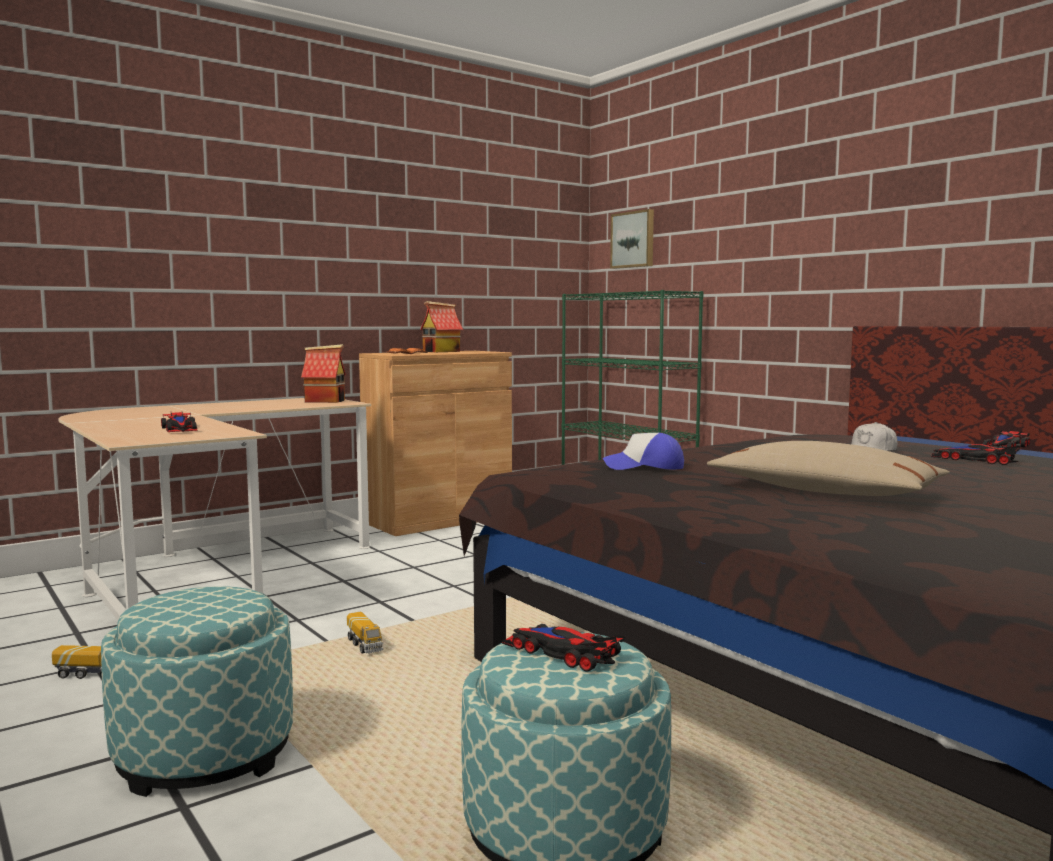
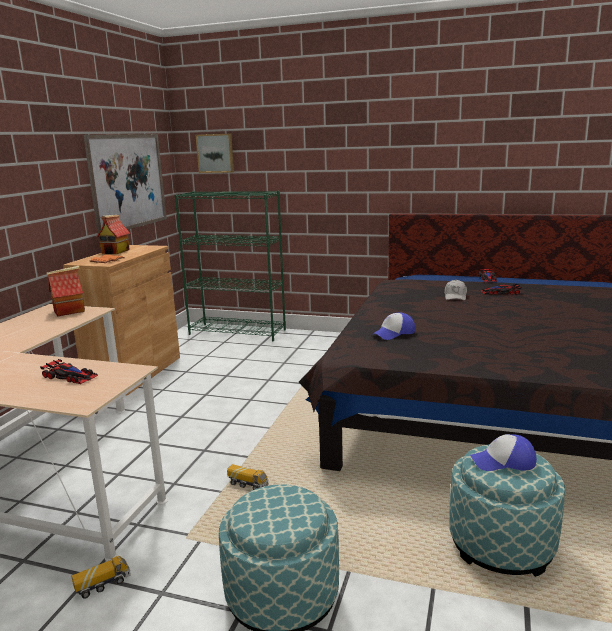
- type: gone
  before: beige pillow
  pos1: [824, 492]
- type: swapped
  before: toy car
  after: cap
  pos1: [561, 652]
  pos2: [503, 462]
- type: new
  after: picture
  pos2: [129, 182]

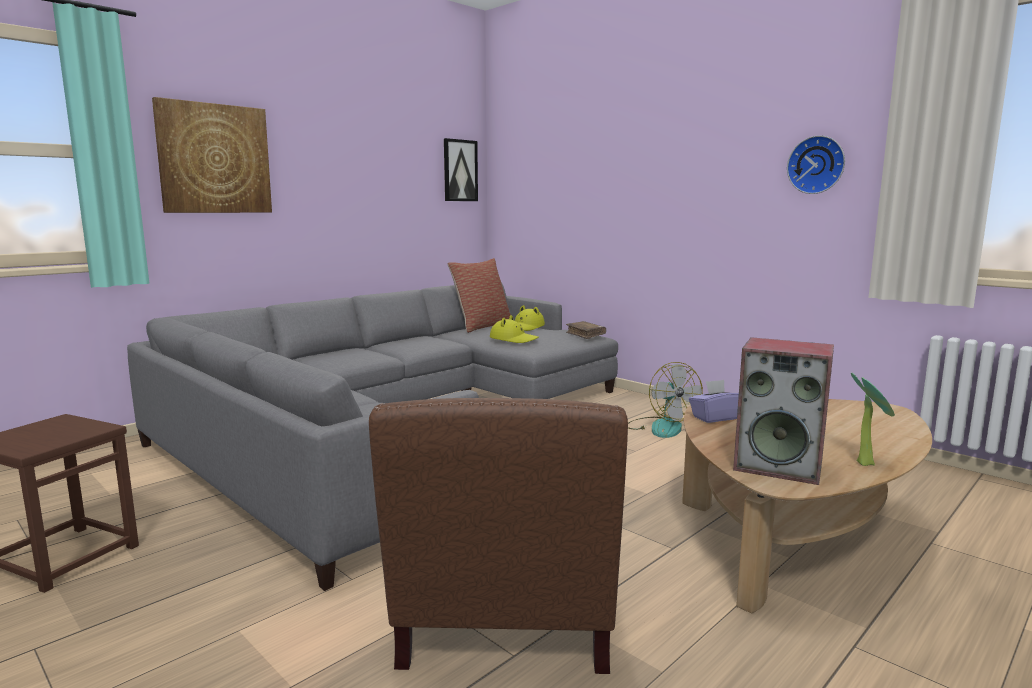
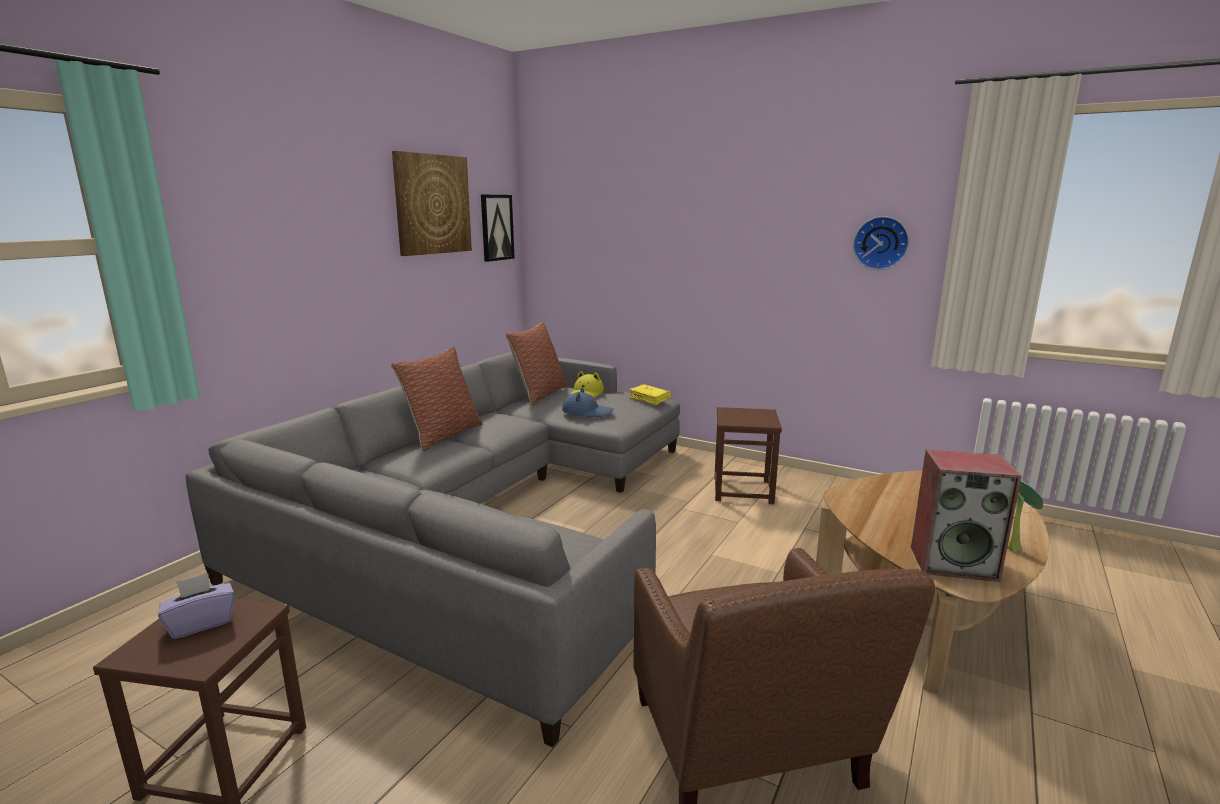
- type: shifted
  before: picture
  pos1: [214, 159]
  pos2: [432, 204]
- type: repainted
  before: yellow hat
  after: blue hat
  pos1: [513, 339]
  pos2: [587, 412]
- type: repainted
  before: brown book
  after: yellow book
  pos1: [585, 335]
  pos2: [649, 399]
- type: swapped
  before: fan
  after: brown stool
  pos1: [660, 427]
  pos2: [743, 490]
- type: shifted
  before: purple tissue box
  pos1: [715, 417]
  pos2: [201, 623]
- type: new
  after: pillow
  pos2: [443, 435]

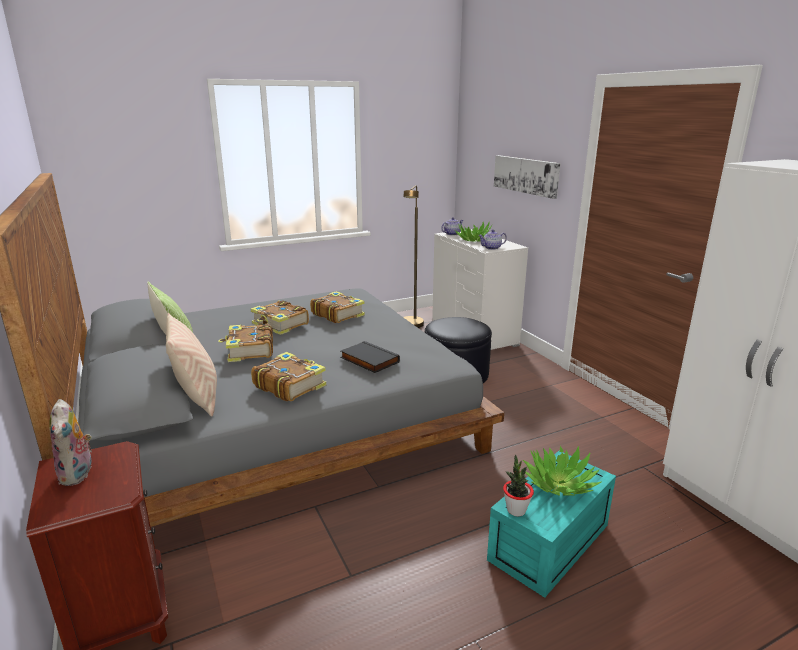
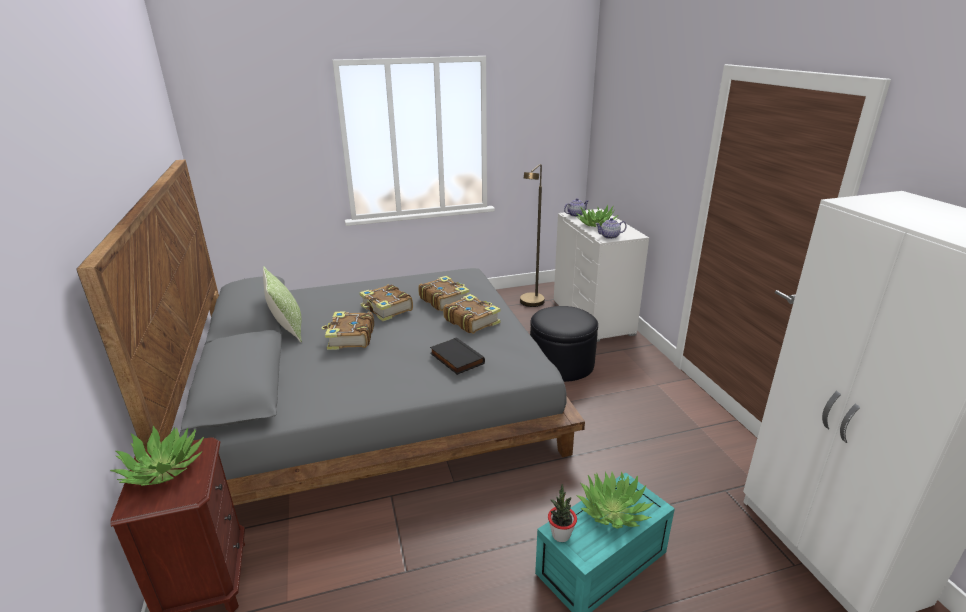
- type: gone
  before: picture
  pos1: [526, 175]
- type: gone
  before: beige pillow
  pos1: [197, 398]
- type: shifted
  before: book
  pos1: [289, 385]
  pos2: [471, 321]
- type: swapped
  before: plush toy
  after: potted plant
  pos1: [78, 474]
  pos2: [163, 468]

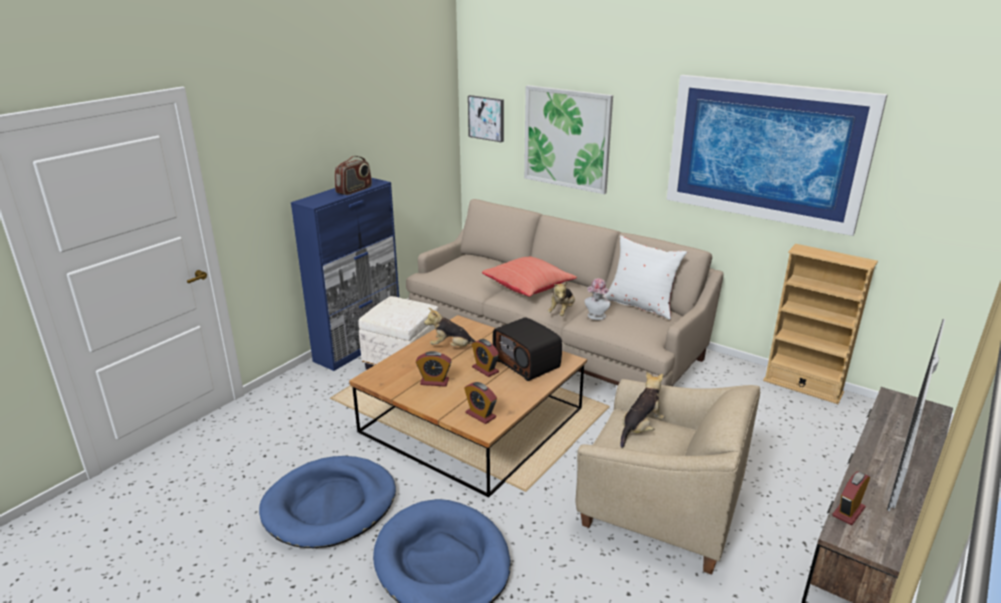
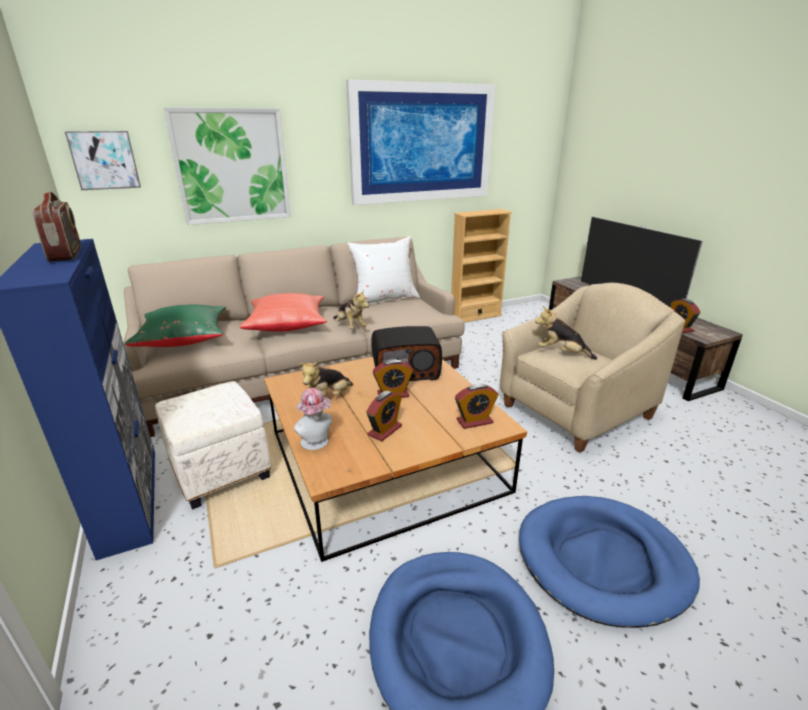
- type: shifted
  before: hat
  pos1: [596, 317]
  pos2: [317, 443]
- type: rotated
  before: plush toy
  pos1: [640, 429]
  pos2: [561, 353]
  turn: -45
- type: new
  after: green pillow
  pos2: [184, 340]

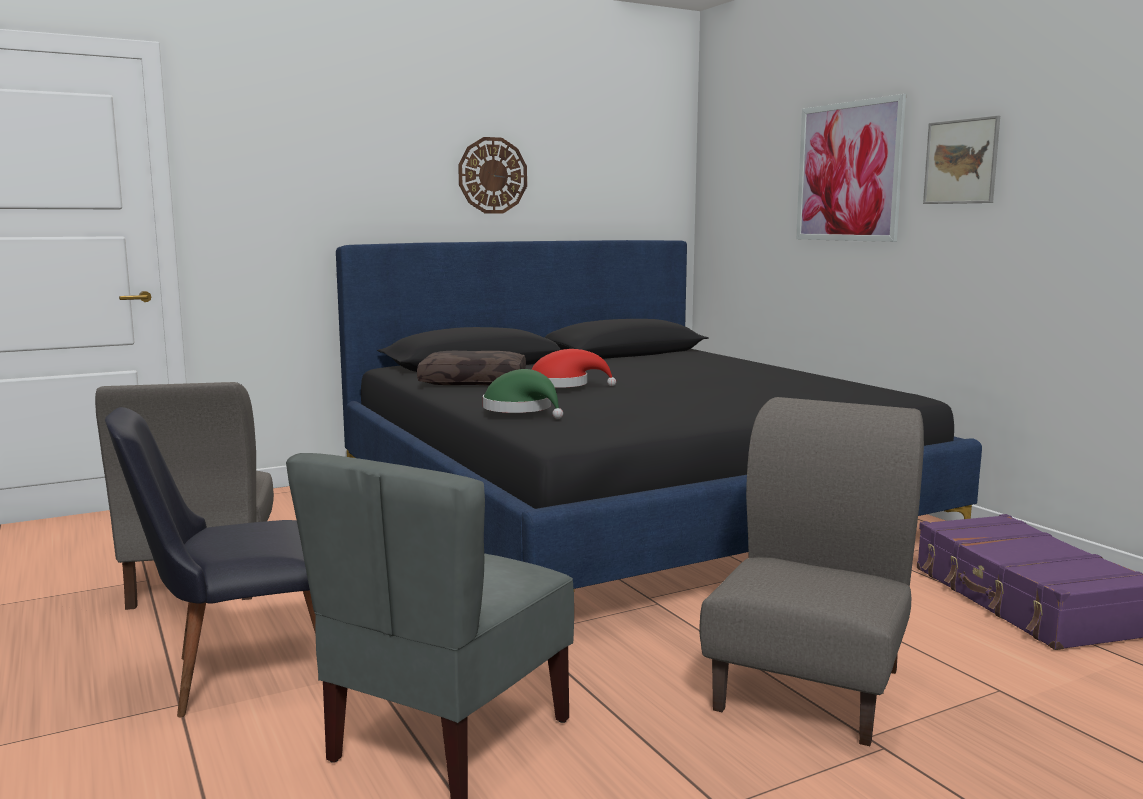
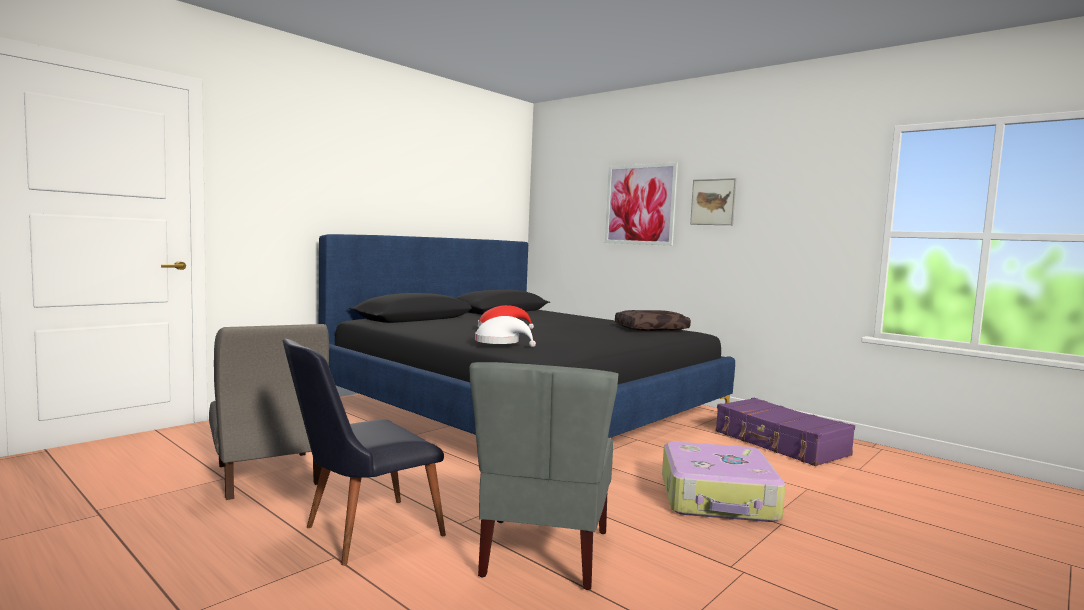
- type: gone
  before: wall clock
  pos1: [492, 175]
- type: shifted
  before: brown pillow
  pos1: [474, 381]
  pos2: [651, 329]
- type: repainted
  before: green hat
  after: white hat
  pos1: [521, 410]
  pos2: [501, 342]
- type: swapped
  before: grey chair
  after: suitcase
  pos1: [810, 688]
  pos2: [718, 498]

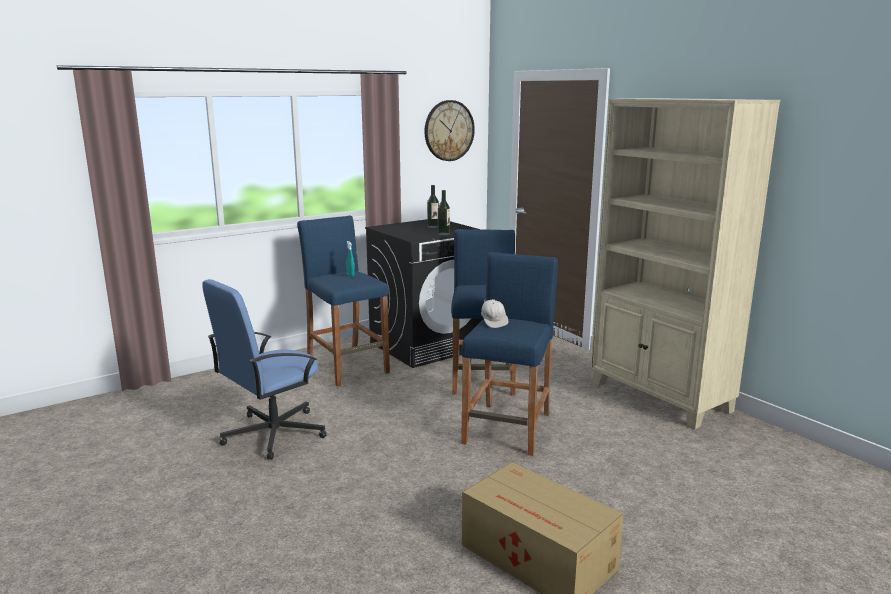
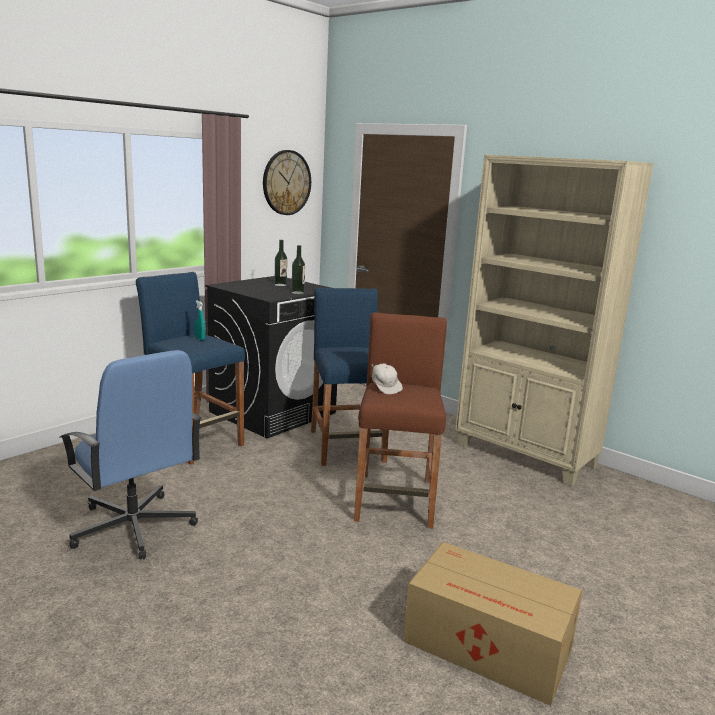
- type: repainted
  before: blue stool
  after: brown stool
  pos1: [508, 428]
  pos2: [395, 499]
- type: rotated
  before: blue office chair
  pos1: [272, 433]
  pos2: [133, 527]
  turn: -75

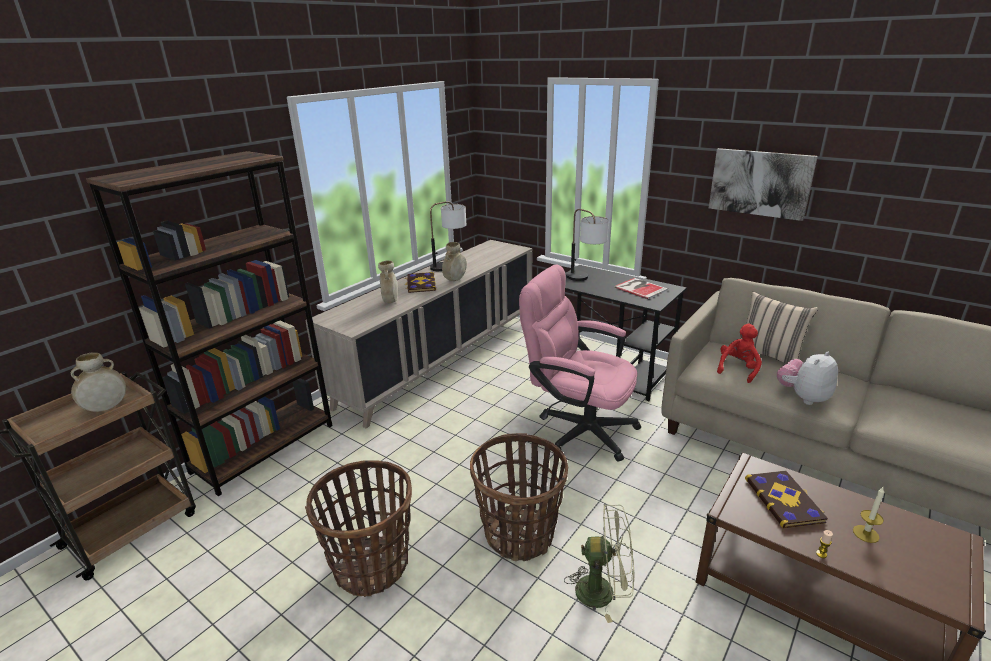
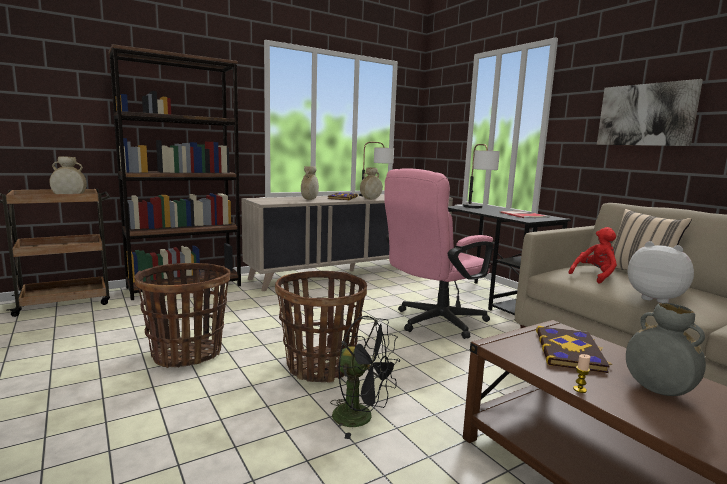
- type: rotated
  before: pink office chair
  pos1: [578, 428]
  pos2: [433, 323]
  turn: -90
- type: rotated
  before: plush toy
  pos1: [803, 397]
  pos2: [656, 298]
  turn: 60
- type: swapped
  before: candle
  after: grey vase
  pos1: [866, 534]
  pos2: [657, 391]
- type: repainted
  before: green fan
  after: black fan
  pos1: [603, 591]
  pos2: [361, 418]

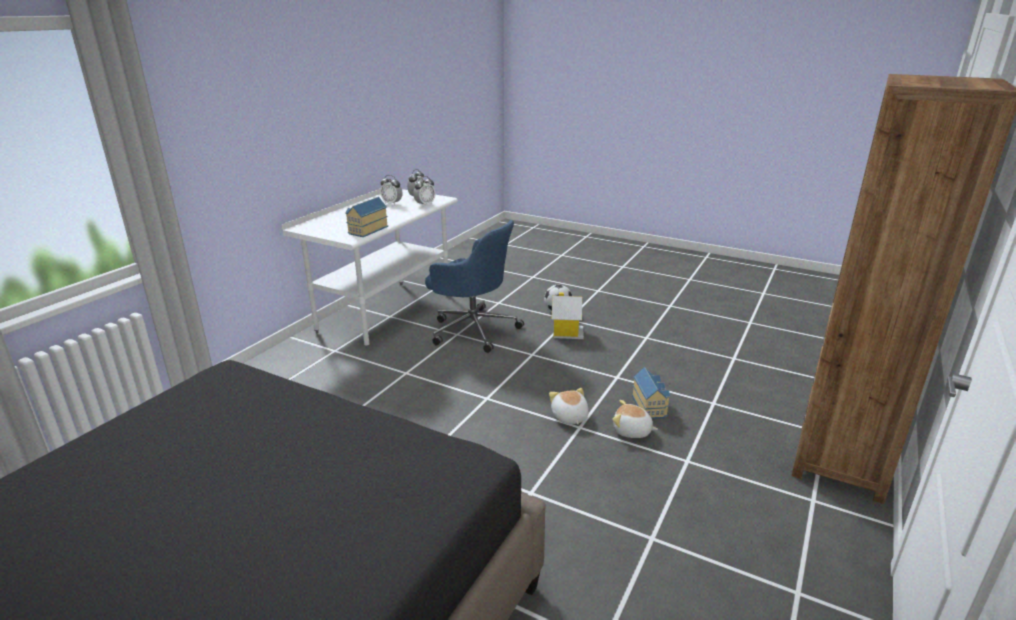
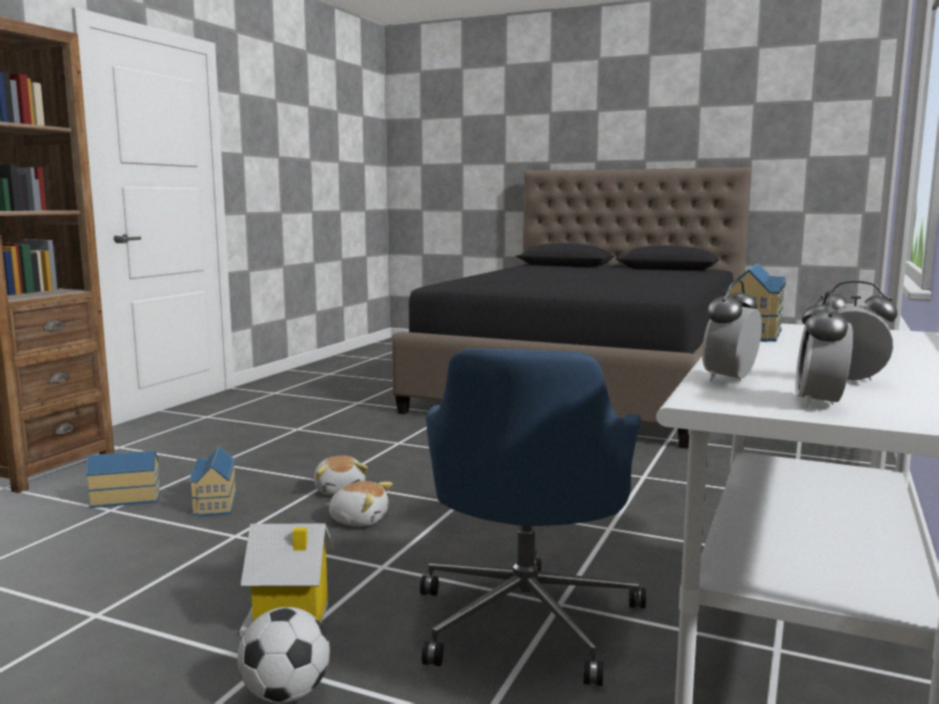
- type: rotated
  before: blue office chair
  pos1: [473, 329]
  pos2: [527, 618]
  turn: -105
- type: shifted
  before: plush toy
  pos1: [632, 431]
  pos2: [359, 520]
- type: new
  after: toy house
  pos2: [125, 498]

